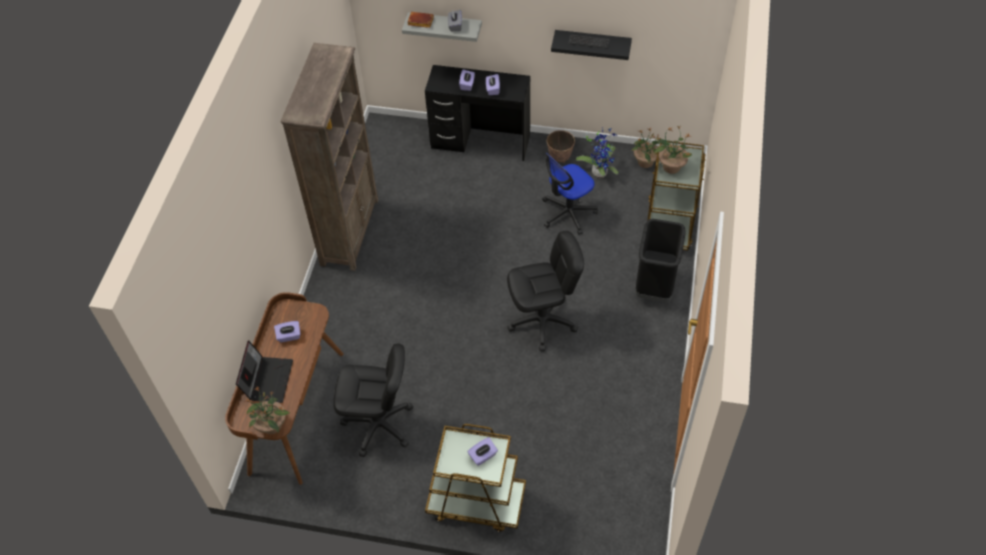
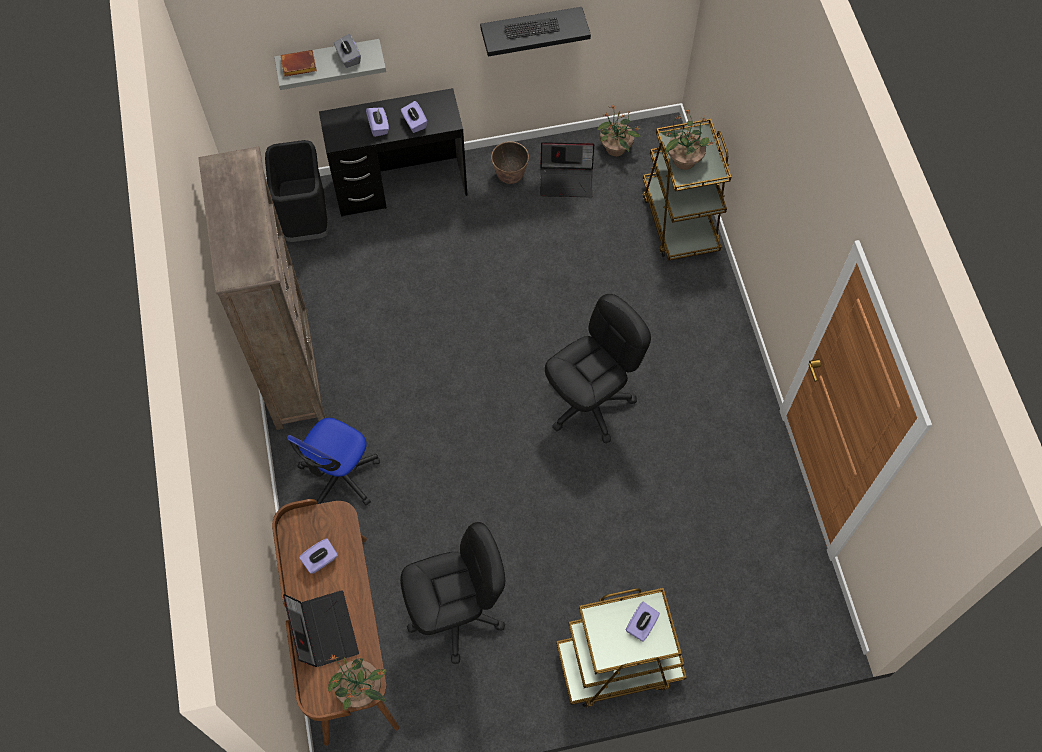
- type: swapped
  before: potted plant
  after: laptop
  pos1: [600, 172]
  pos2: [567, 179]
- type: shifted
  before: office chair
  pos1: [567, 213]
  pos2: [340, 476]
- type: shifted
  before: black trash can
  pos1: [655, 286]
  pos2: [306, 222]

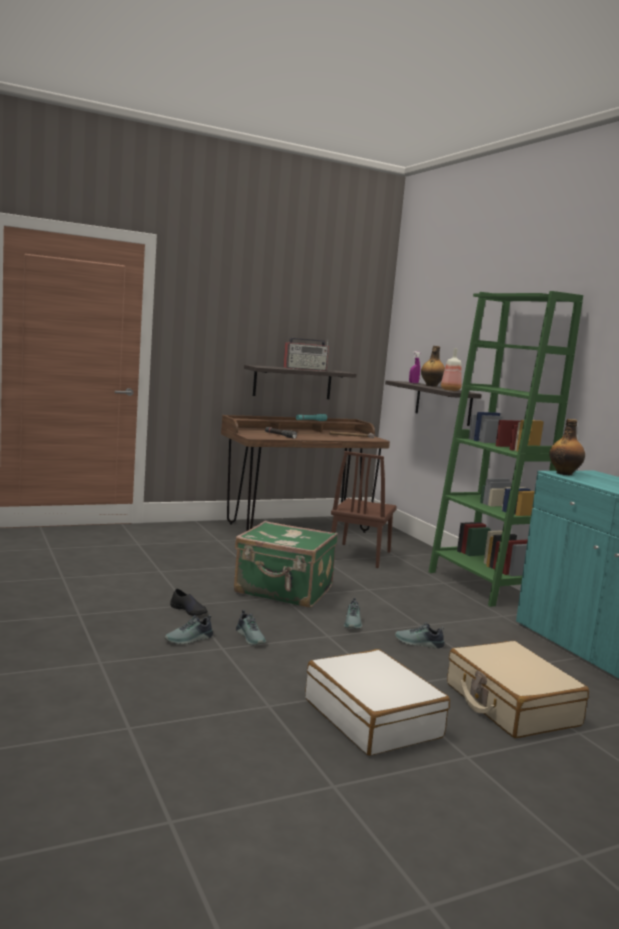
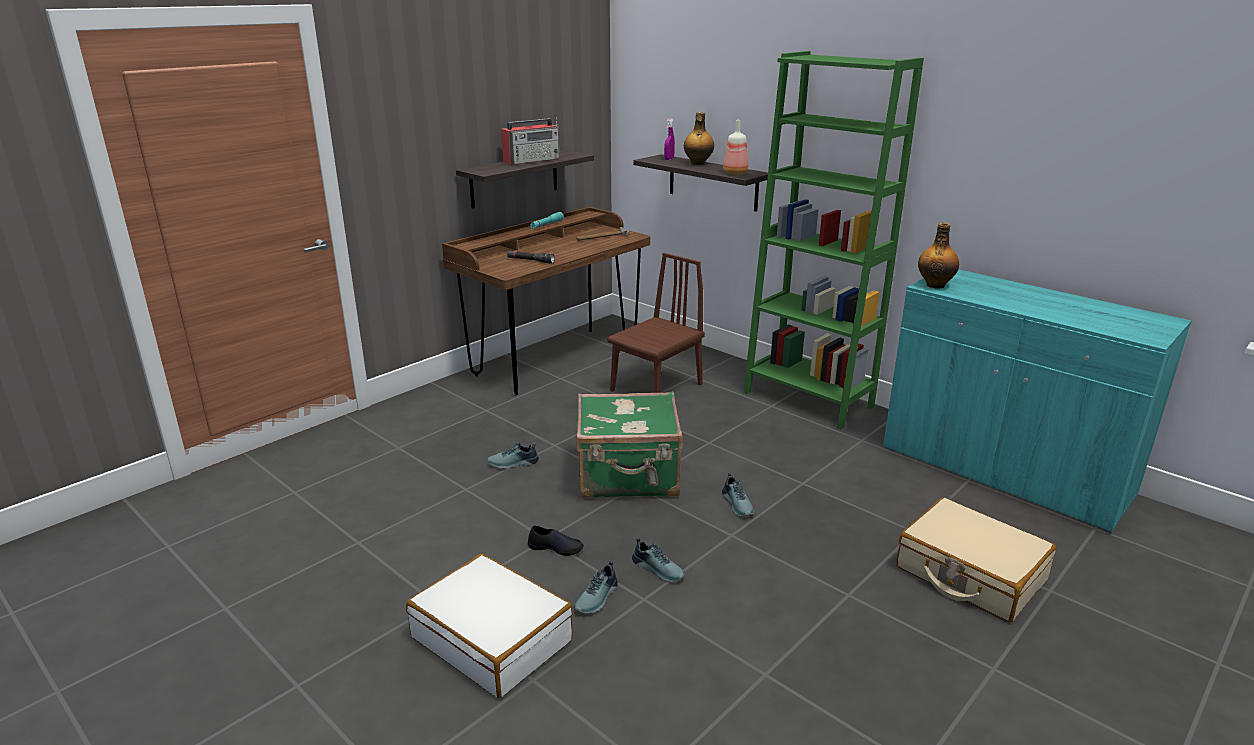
- type: rotated
  before: brown chair
  pos1: [359, 555]
  pos2: [656, 387]
  turn: -135
- type: shifted
  before: shoe
  pos1: [419, 643]
  pos2: [513, 464]
- type: shifted
  before: white suitcase
  pos1: [373, 718]
  pos2: [492, 639]

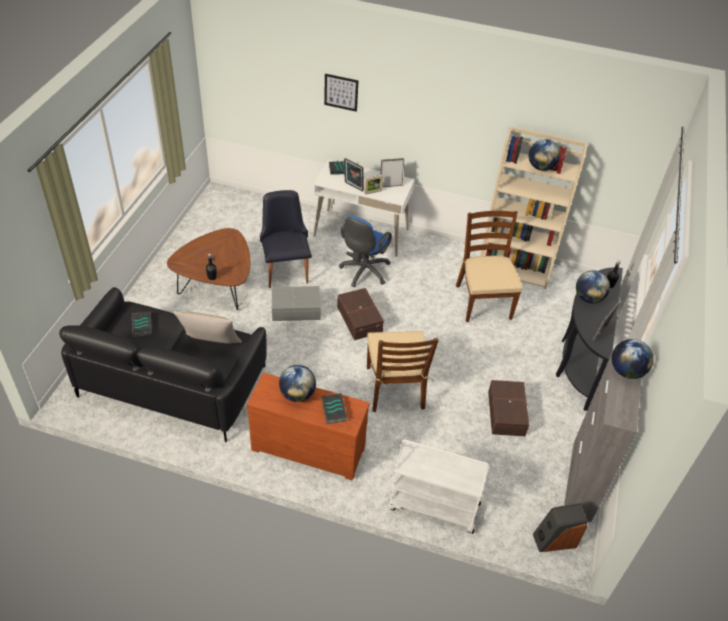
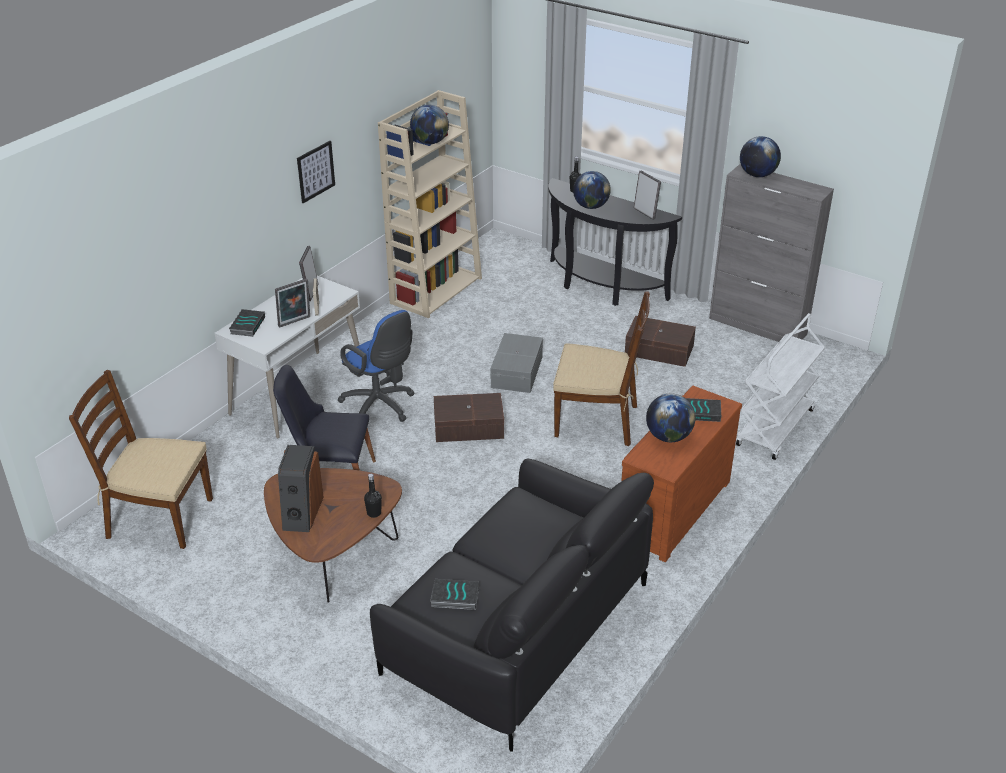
- type: shifted
  before: picture
  pos1: [341, 92]
  pos2: [315, 171]
- type: shifted
  before: brown chair
  pos1: [483, 301]
  pos2: [159, 518]
- type: shifted
  before: grey storage box
  pos1: [296, 310]
  pos2: [518, 372]
- type: gone
  before: beige pillow
  pos1: [211, 345]
- type: shifted
  before: speaker
  pos1: [554, 540]
  pos2: [302, 513]

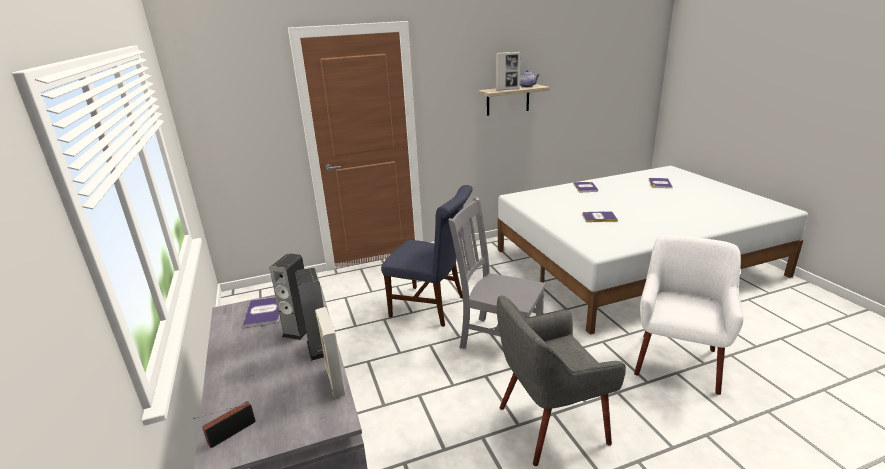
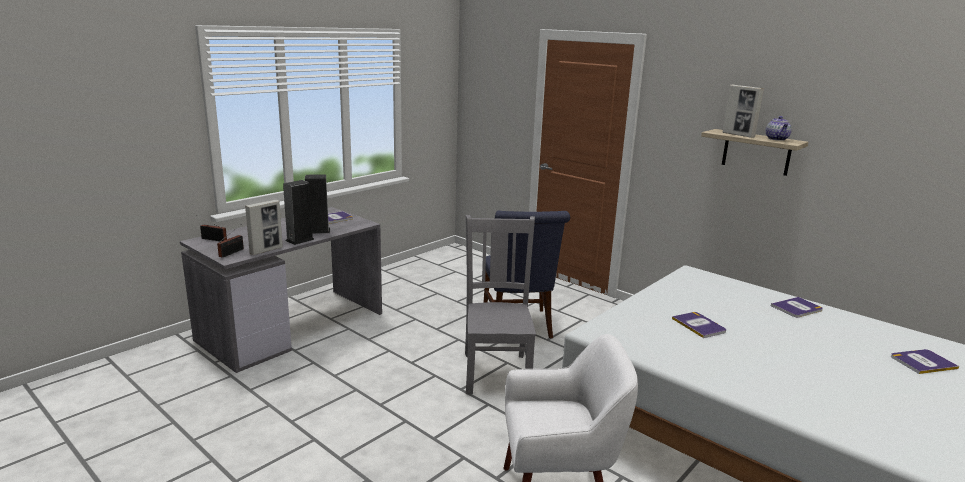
- type: gone
  before: grey armchair
  pos1: [550, 423]
- type: new
  after: radio
  pos2: [233, 252]

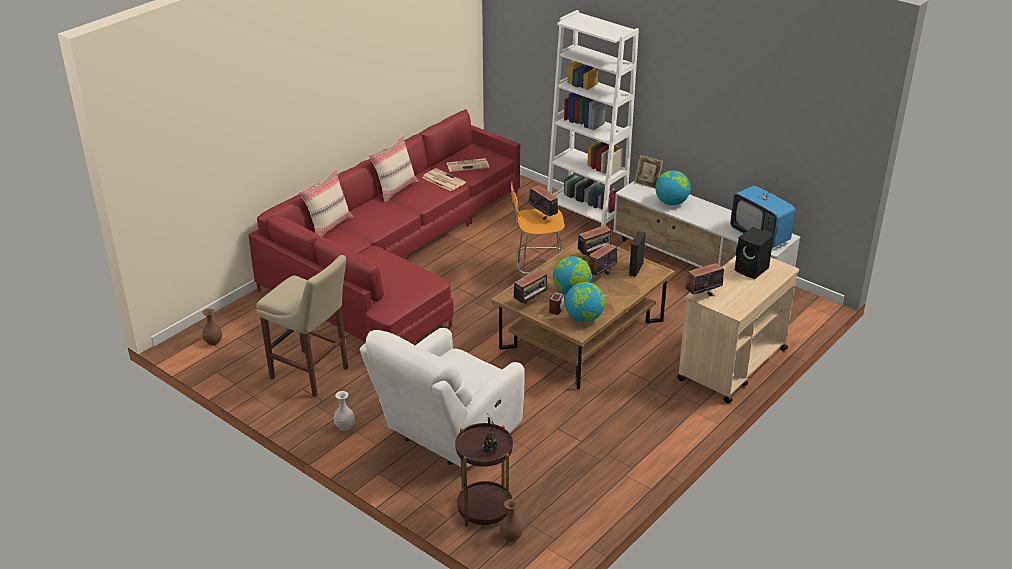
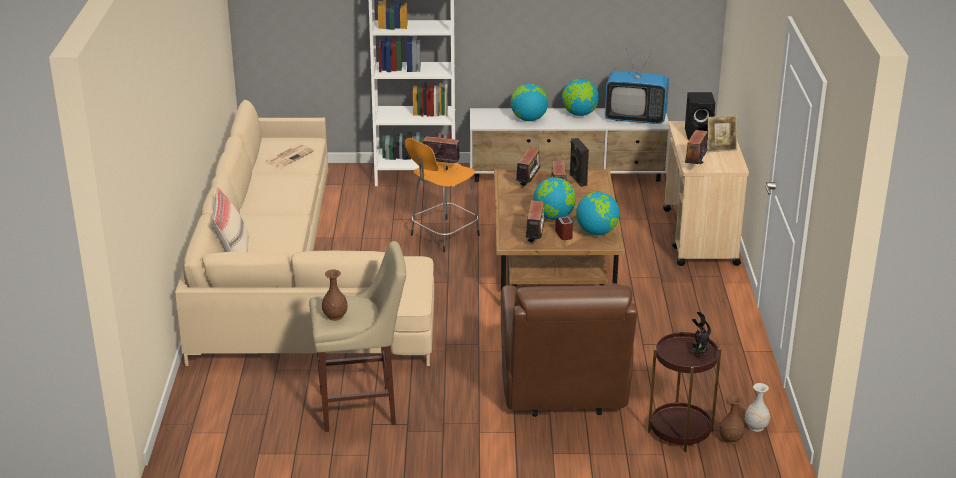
- type: repainted
  before: red sofa
  after: beige sofa
  pos1: [393, 261]
  pos2: [290, 281]
- type: gone
  before: beige pillow
  pos1: [395, 189]
- type: shifted
  before: picture frame
  pos1: [647, 184]
  pos2: [720, 149]
- type: gone
  before: newspaper
  pos1: [443, 180]
- type: shifted
  before: brown vase
  pos1: [213, 342]
  pos2: [335, 316]
- type: repainted
  before: white armchair
  after: brown armchair
  pos1: [447, 435]
  pos2: [563, 394]
- type: shifted
  before: white vase
  pos1: [344, 426]
  pos2: [756, 427]
- type: new
  after: globe
  pos2: [579, 114]

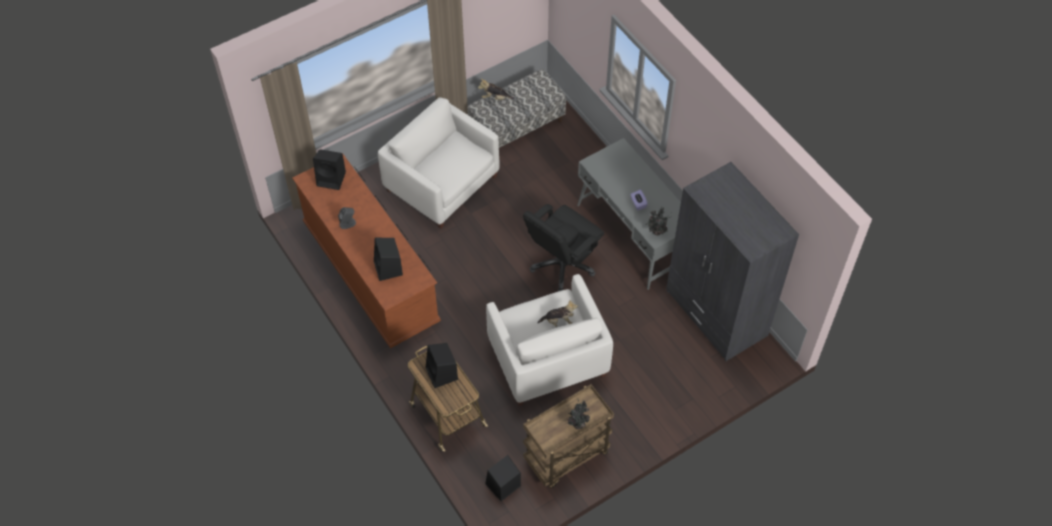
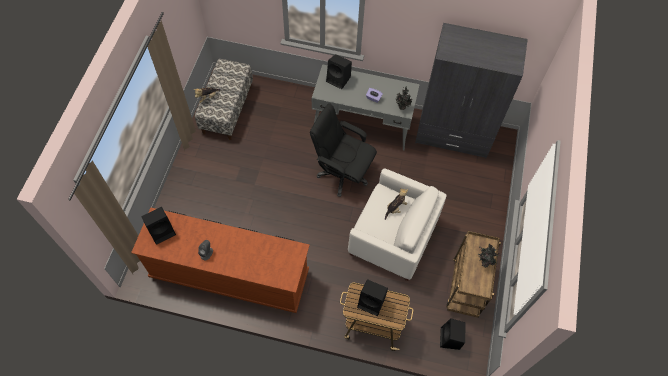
- type: gone
  before: white armchair
  pos1: [442, 183]
- type: rotated
  before: black office chair
  pos1: [562, 265]
  pos2: [342, 173]
  turn: 120
- type: shifted
  before: black speaker
  pos1: [388, 269]
  pos2: [339, 79]

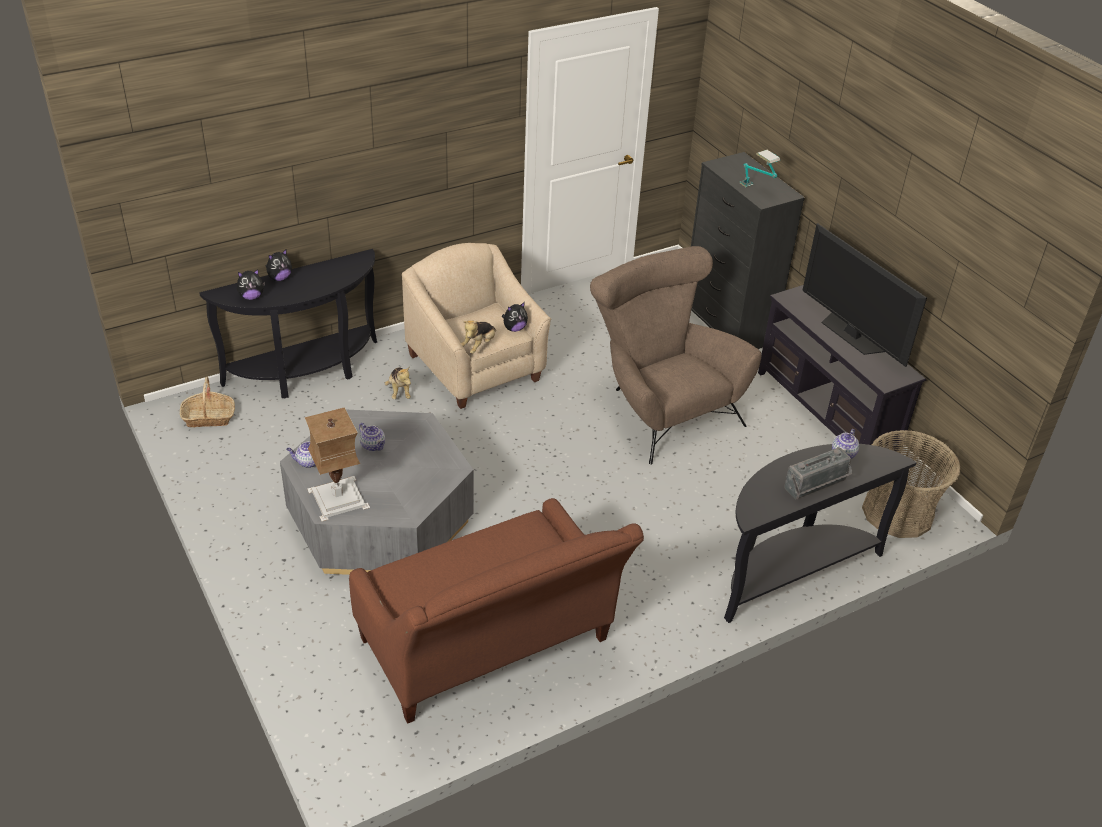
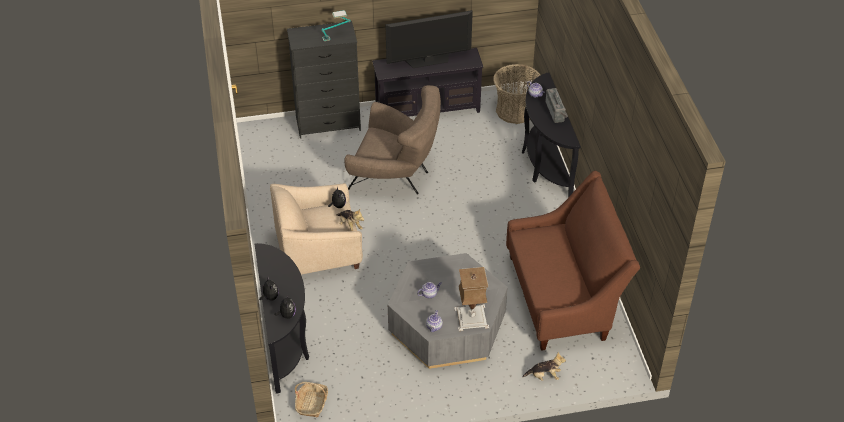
- type: rotated
  before: brown armchair
  pos1: [660, 408]
  pos2: [395, 176]
  turn: -150
- type: shifted
  before: plush toy
  pos1: [399, 391]
  pos2: [544, 376]

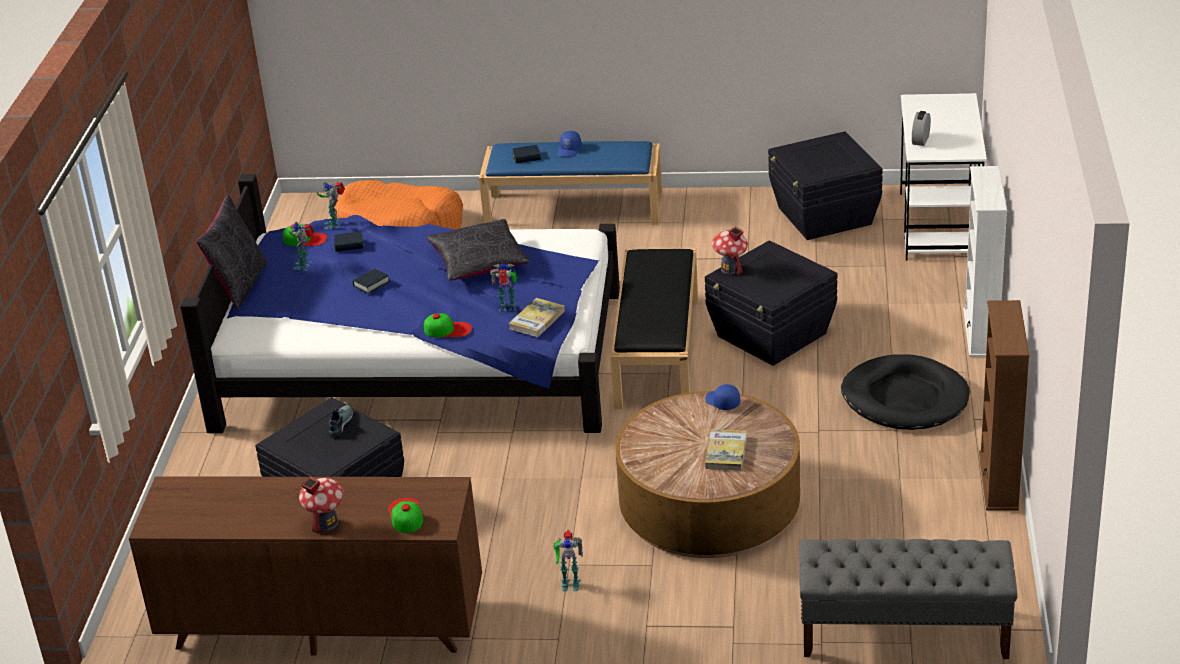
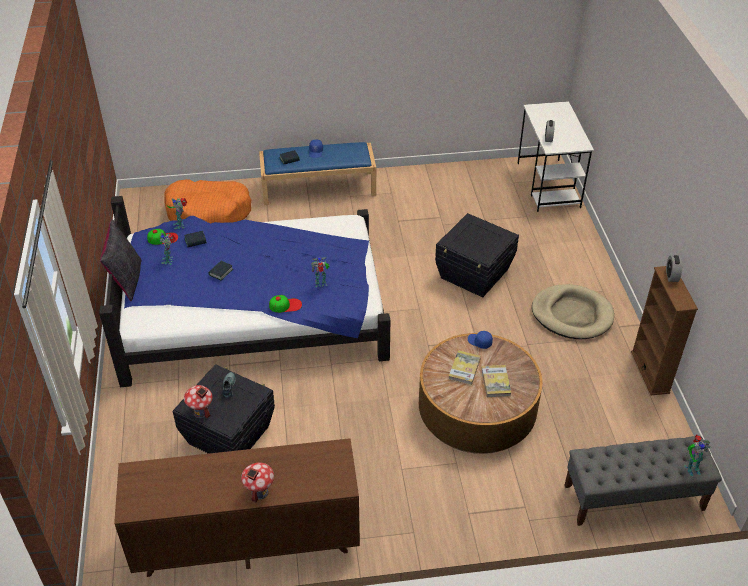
- type: gone
  before: black storage box
  pos1: [824, 216]
- type: gone
  before: white bookcase
  pos1: [981, 333]
- type: gone
  before: black pillow
  pos1: [479, 262]
- type: shifted
  before: toy house
  pos1: [730, 269]
  pos2: [201, 412]
- type: gone
  before: black bench
  pos1: [657, 351]
- type: shifted
  before: book
  pos1: [537, 320]
  pos2: [464, 369]
- type: repainted
  before: black dog bed
  after: beige dog bed
  pos1: [905, 398]
  pos2: [572, 314]
- type: gone
  before: cap
  pos1: [405, 515]
- type: shifted
  before: toy robot
  pos1: [569, 583]
  pos2: [691, 468]
- type: new
  after: alarm clock
  pos2: [671, 276]

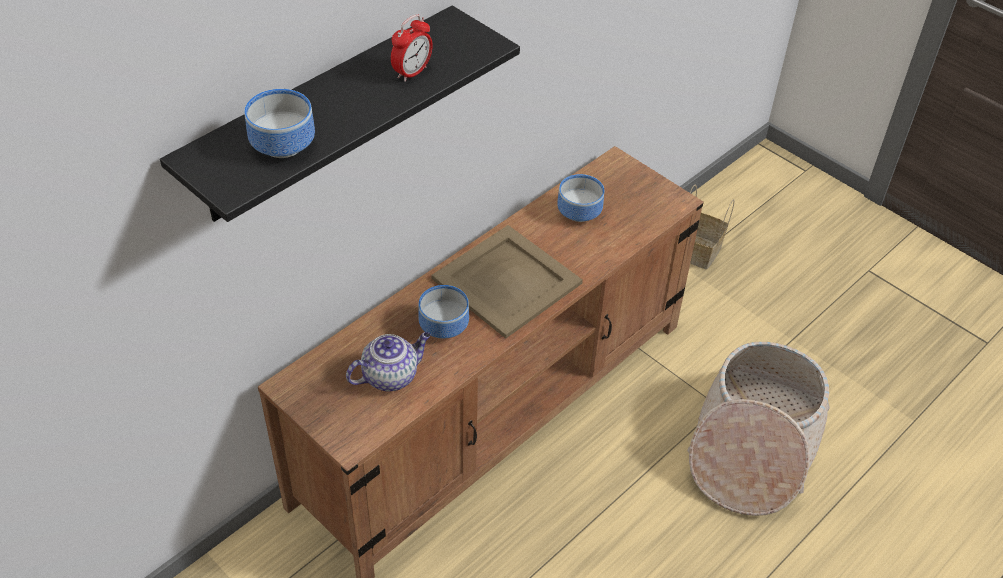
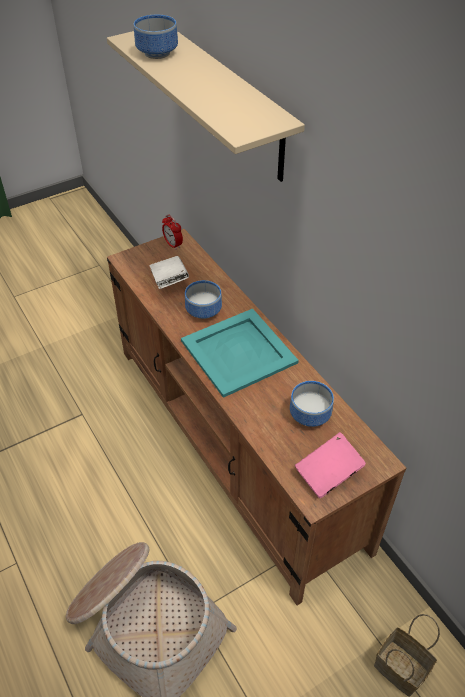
- type: repainted
  before: black shelf
  after: beige shelf
  pos1: [321, 116]
  pos2: [228, 102]
- type: shifted
  before: alarm clock
  pos1: [412, 72]
  pos2: [173, 244]
- type: repainted
  before: beige tray
  after: turquoise tray
  pos1: [508, 281]
  pos2: [238, 352]
- type: swapped
  before: teapot
  after: white book
  pos1: [391, 375]
  pos2: [169, 281]
- type: new
  after: pink book
  pos2: [328, 474]

